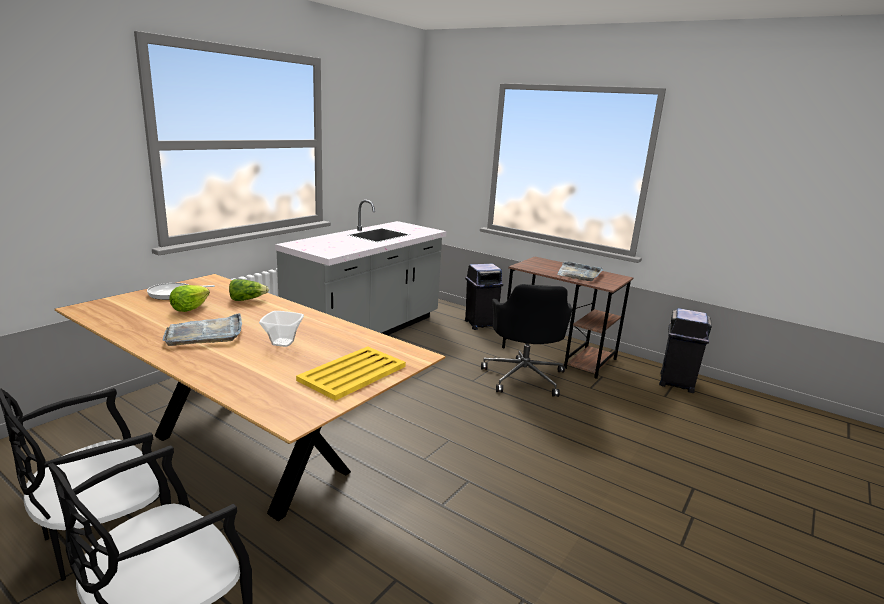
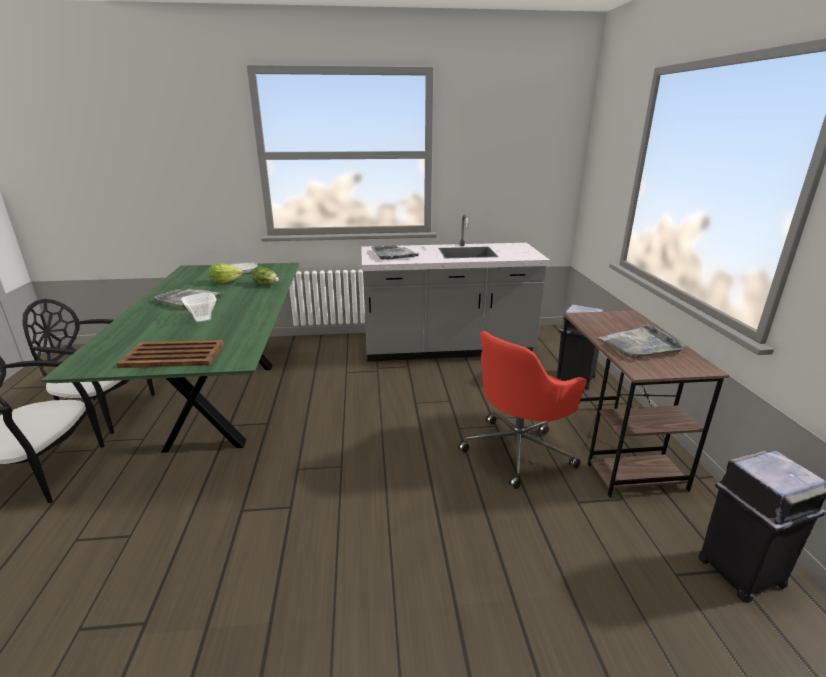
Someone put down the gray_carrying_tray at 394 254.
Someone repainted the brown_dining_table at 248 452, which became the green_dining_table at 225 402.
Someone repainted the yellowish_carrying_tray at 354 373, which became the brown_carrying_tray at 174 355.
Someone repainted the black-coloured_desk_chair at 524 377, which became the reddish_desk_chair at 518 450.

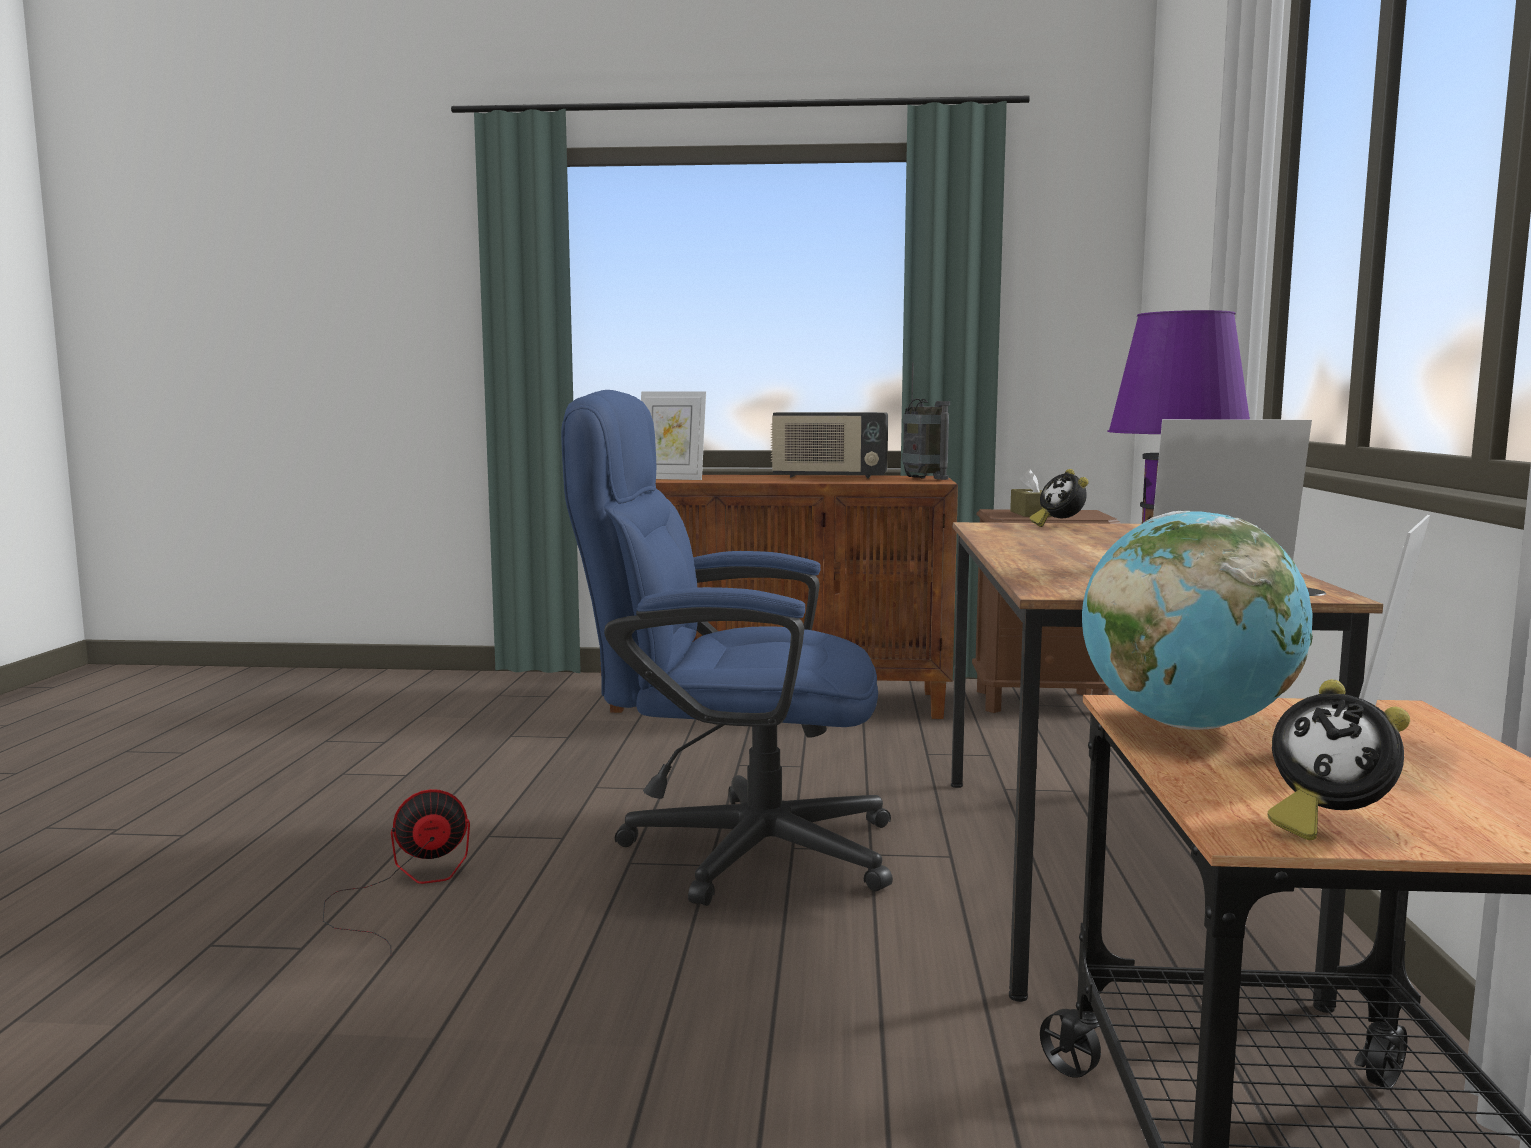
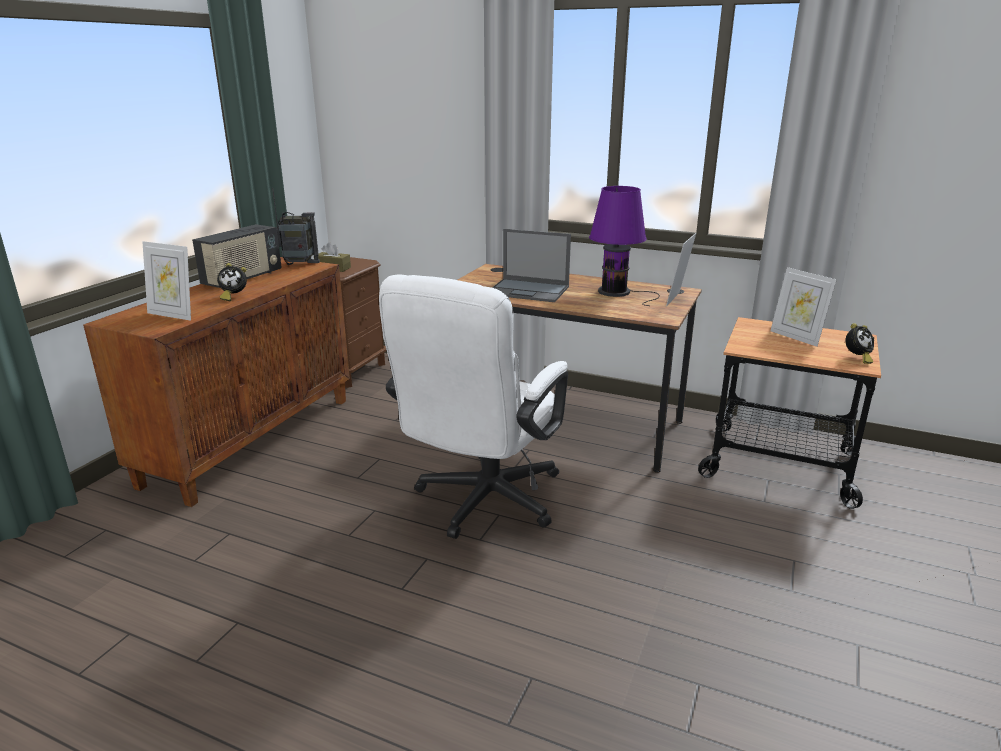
Someone took away the fan at 406 887.
Someone took away the world_globe at 1186 725.
Someone put down the laptop at 529 291.
Someone carried the table_clock from 1059 525 to 233 297.
Someone repainted the blue_desk_chair at 732 848, which became the white_desk_chair at 482 504.
Someone rotated the photo_frame at 671 478 by 75 degrees clockwise.

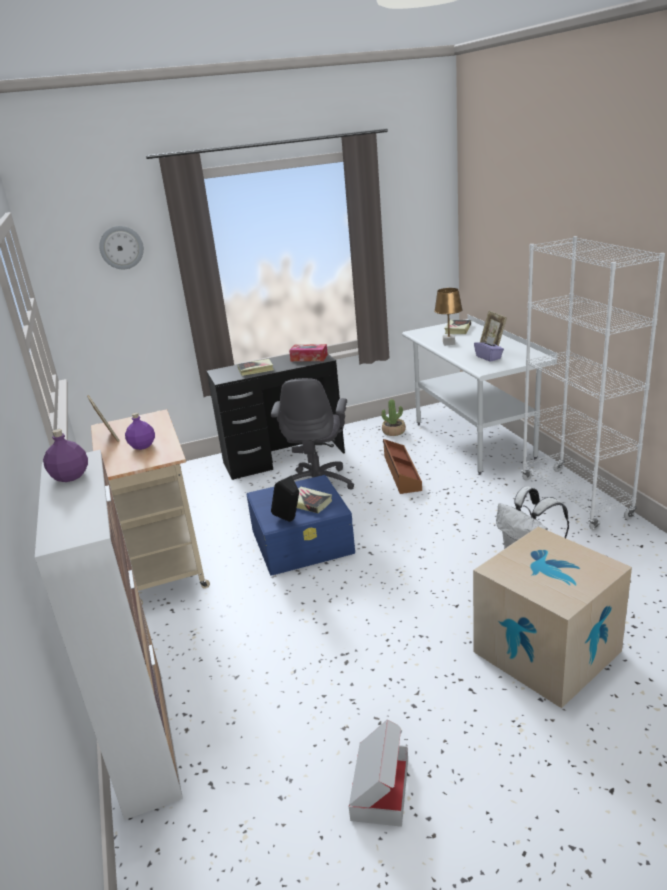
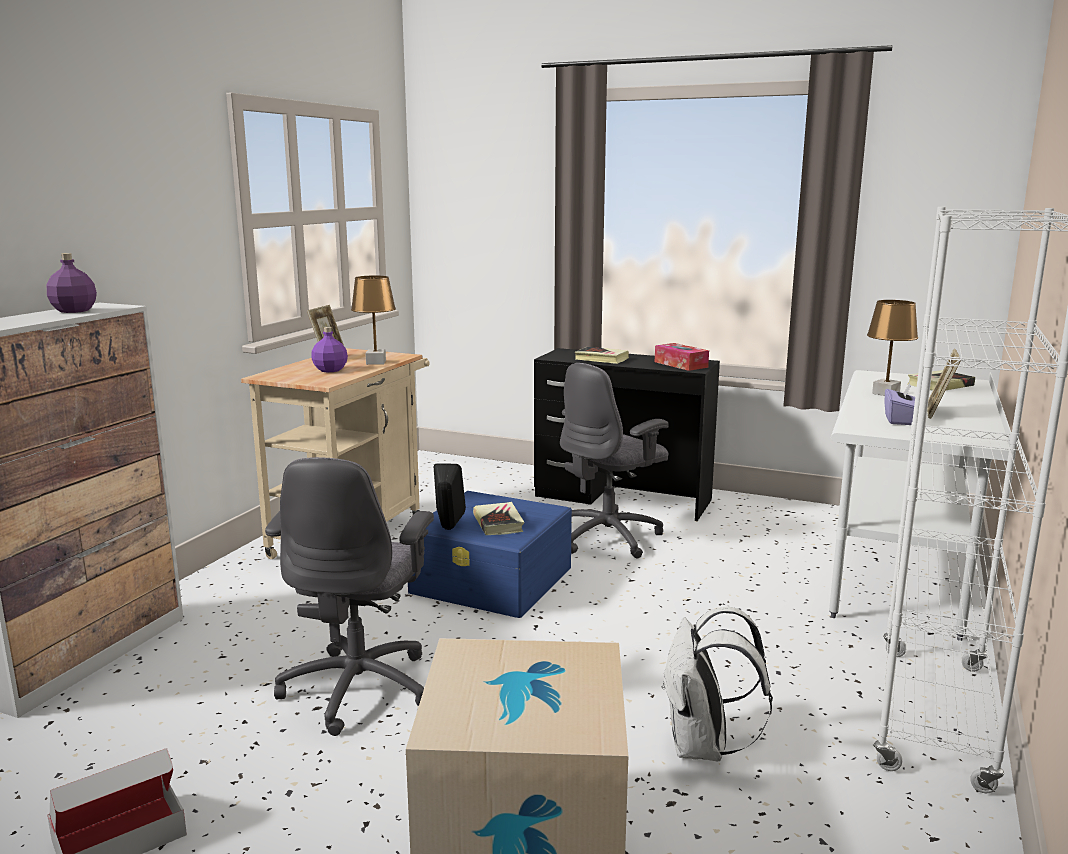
Someone took away the hanging_clock at 121 247.
Someone took away the houseplant at 394 432.
Someone took away the brown_storage_bin at 401 473.
Someone put down the gray_desk_chair at 360 687.
Someone put down the brown_tabletop_lamp at 376 362.

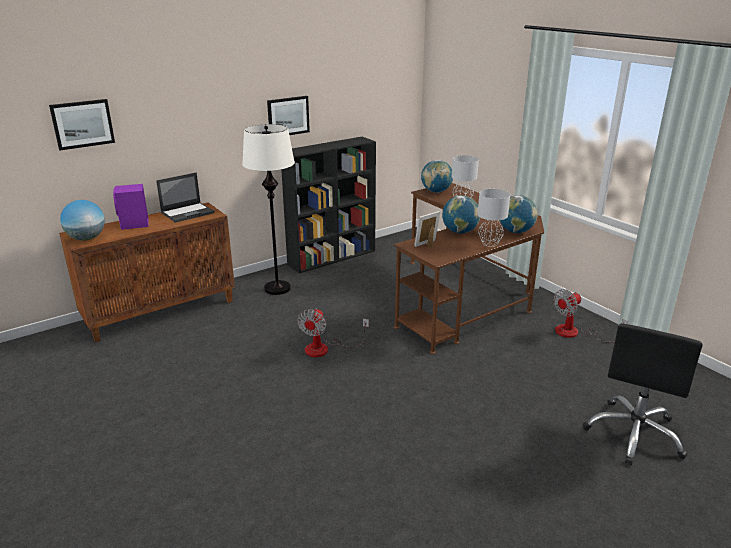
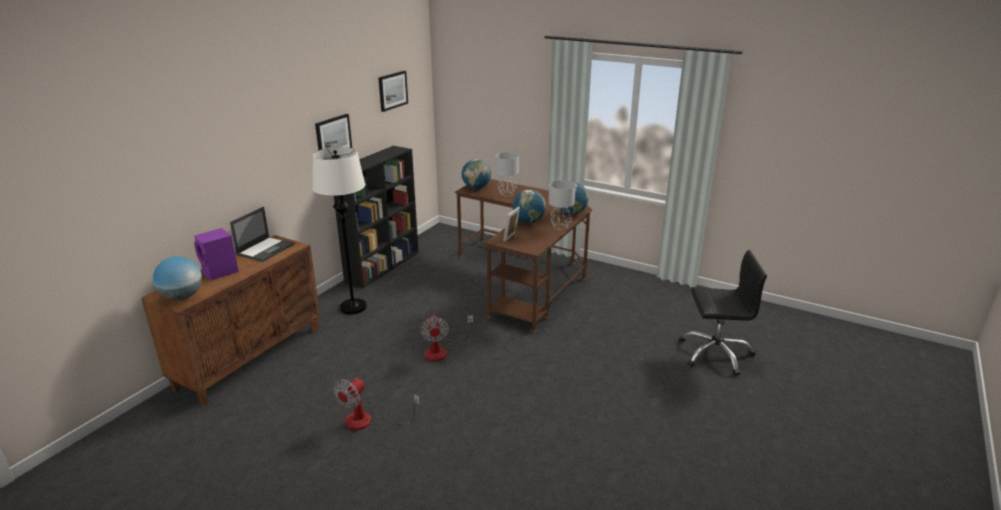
Someone carried the wall_picture from 82 124 to 392 90.
Someone carried the fan from 575 333 to 368 420.
Someone rotated the black-coloured_desk_chair at 634 434 by 90 degrees counterclockwise.

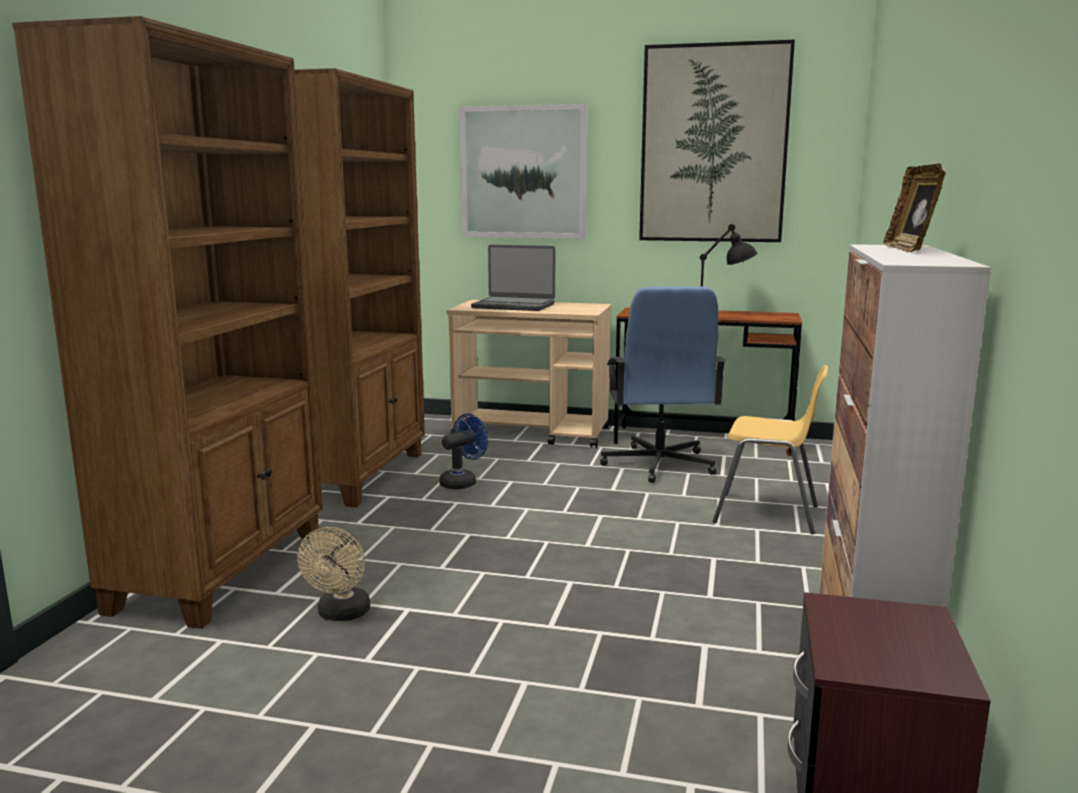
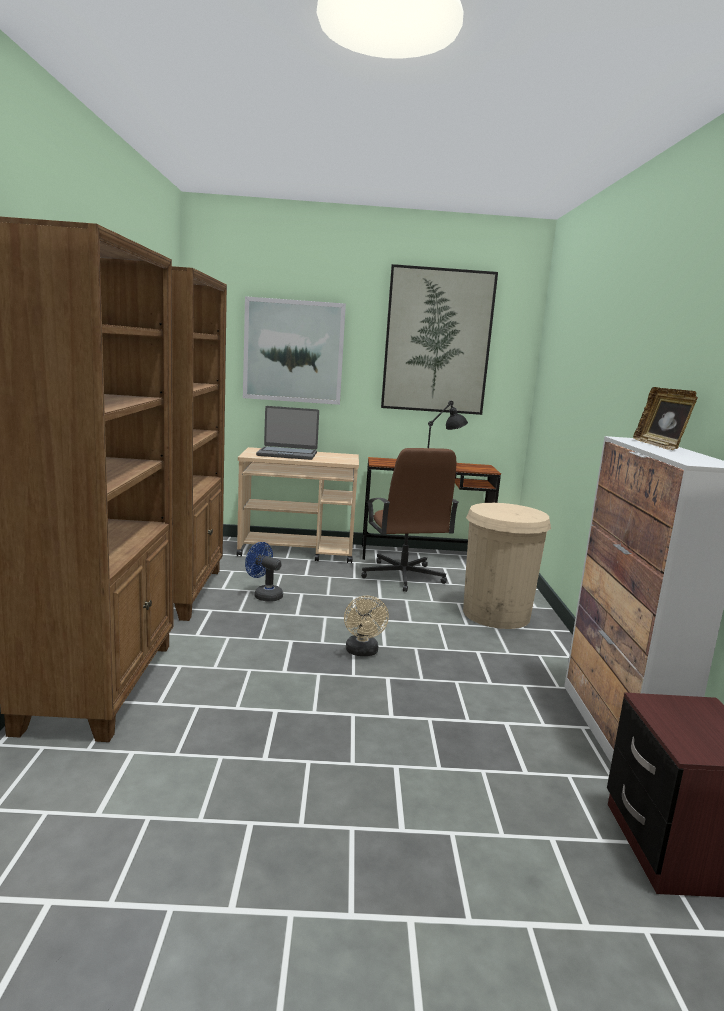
Someone carried the sand-coloured_fan from 341 614 to 362 652.
Someone swapped the yellowish_plain_chair at 767 514 for the sand-coloured_trash_can at 496 614.
Someone repainted the blue_desk_chair at 658 465, which became the brown_desk_chair at 403 576.
Someone rotated the blue_fan at 462 482 by 90 degrees counterclockwise.

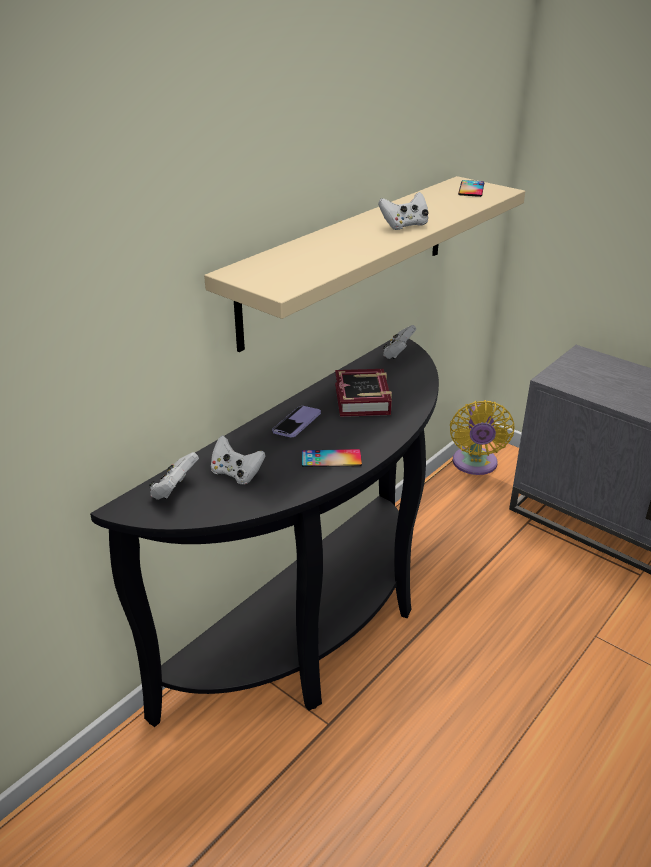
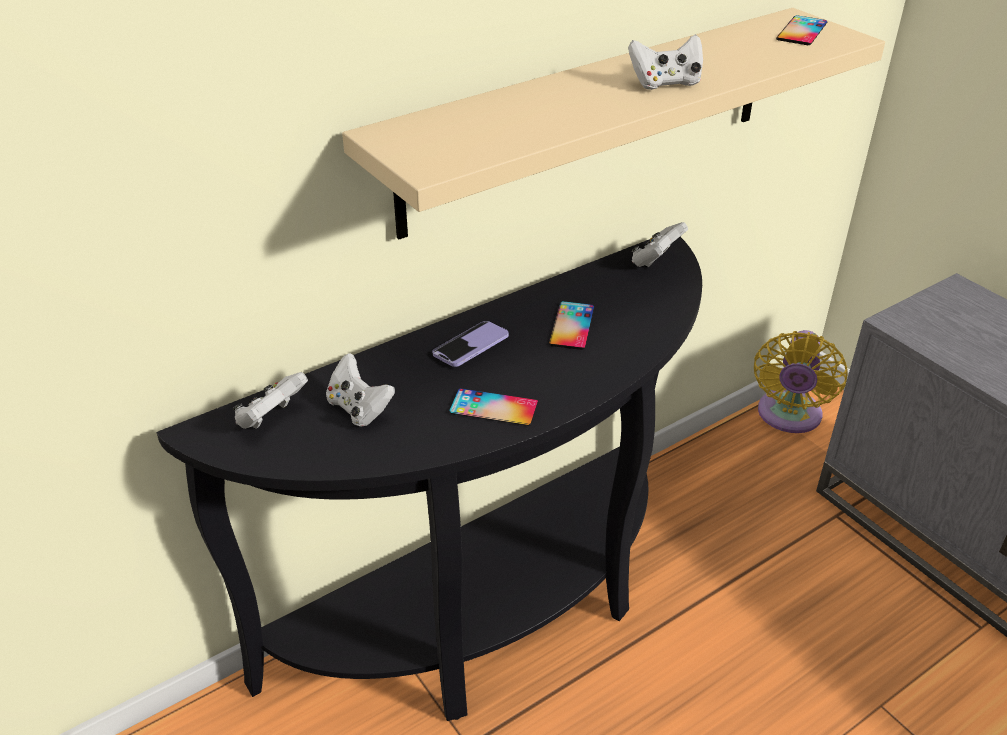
Someone swapped the book at 360 401 for the phone at 572 326.

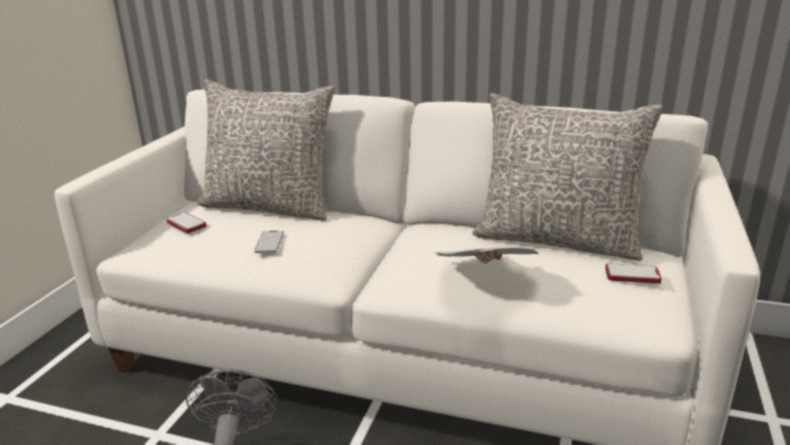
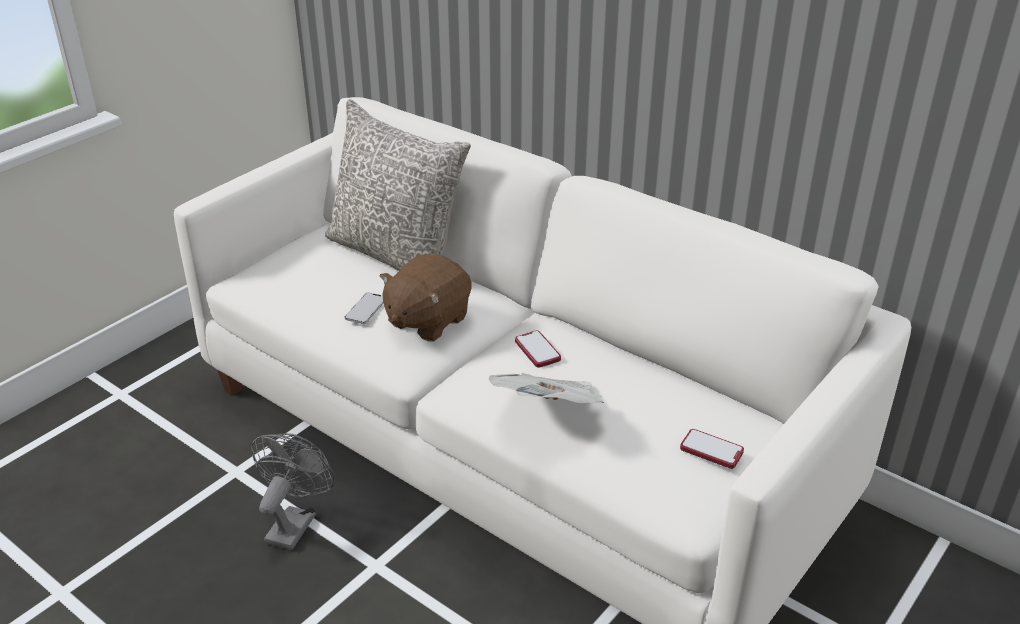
Someone took away the gray_pillow at 557 239.
Someone put down the brown_soft_toy at 427 320.
Someone carried the phone from 186 224 to 537 350.

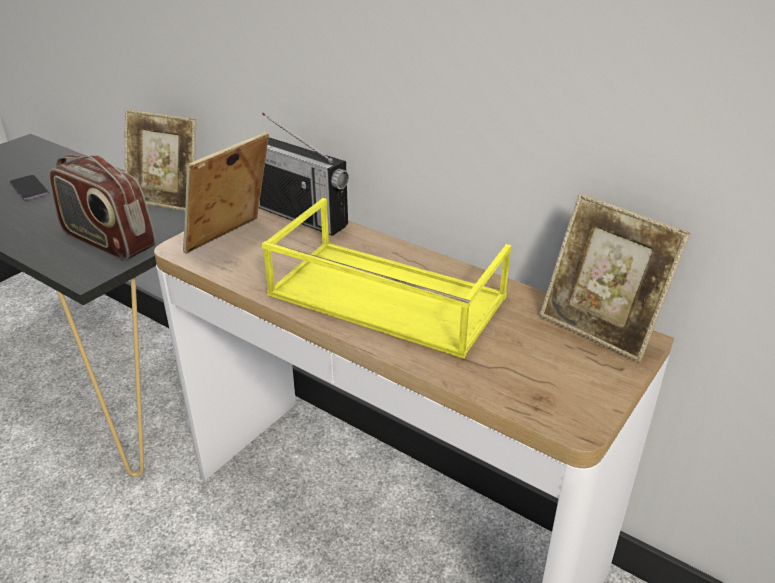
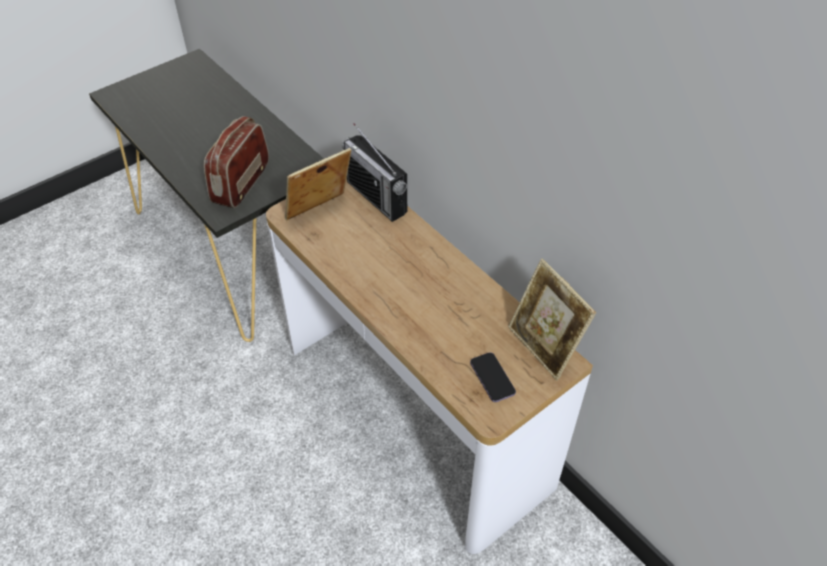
Someone took away the photo_frame at 167 200.
Someone took away the yellowish_carrying_tray at 383 297.
Someone carried the phone from 29 189 to 492 378.
Someone rotated the radio_set at 108 241 by 60 degrees clockwise.

